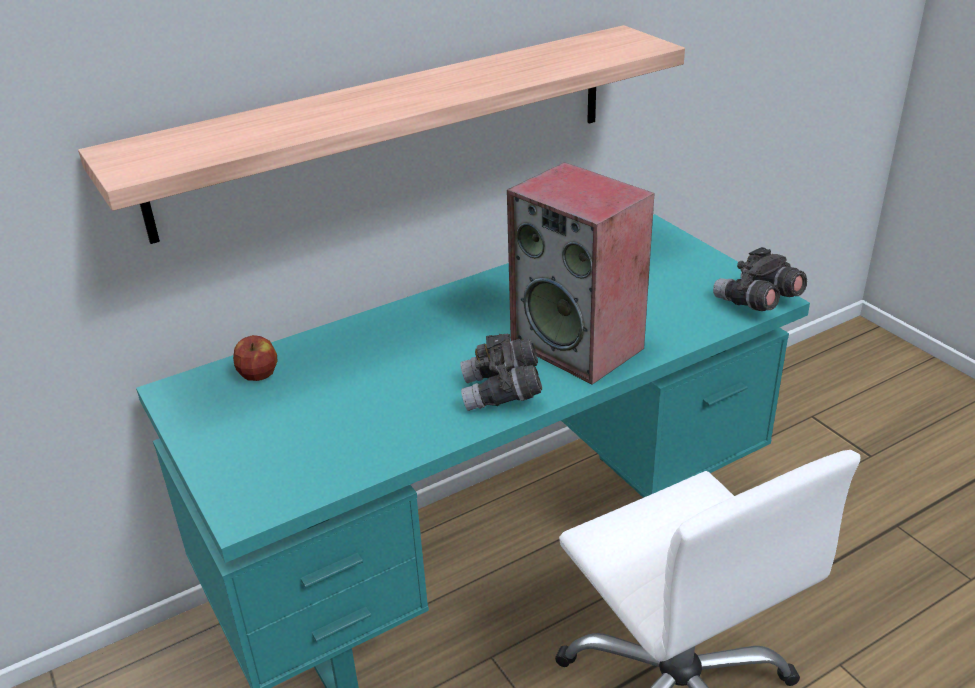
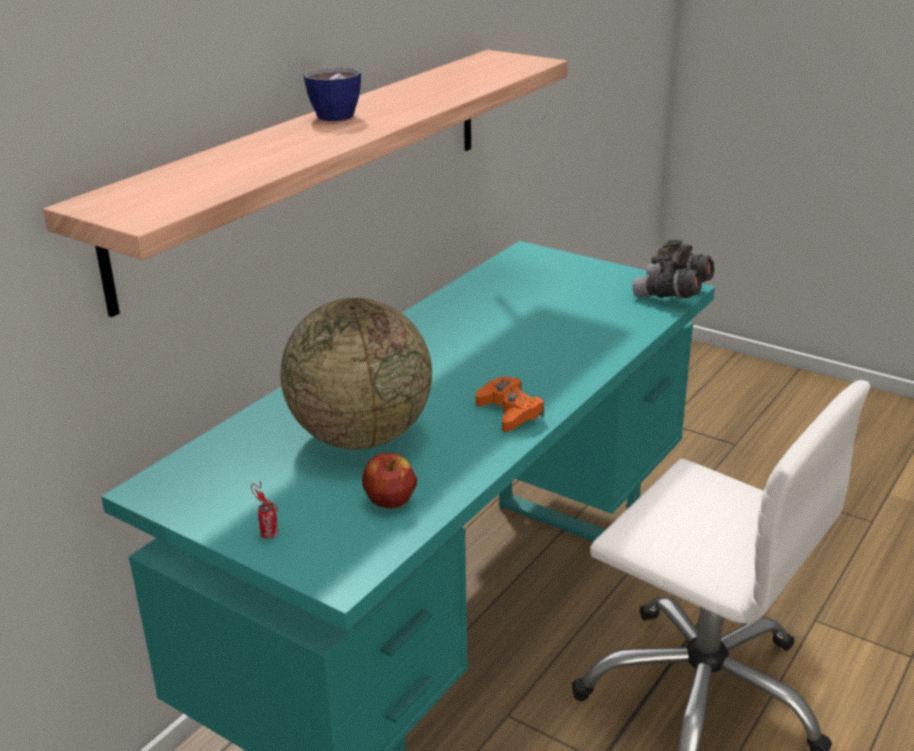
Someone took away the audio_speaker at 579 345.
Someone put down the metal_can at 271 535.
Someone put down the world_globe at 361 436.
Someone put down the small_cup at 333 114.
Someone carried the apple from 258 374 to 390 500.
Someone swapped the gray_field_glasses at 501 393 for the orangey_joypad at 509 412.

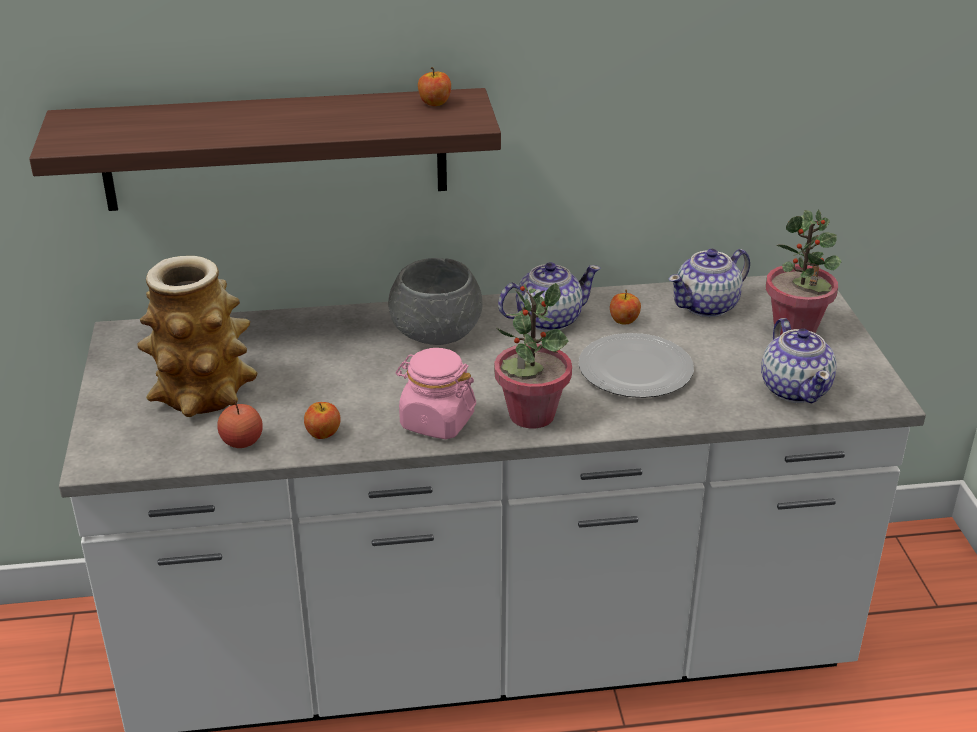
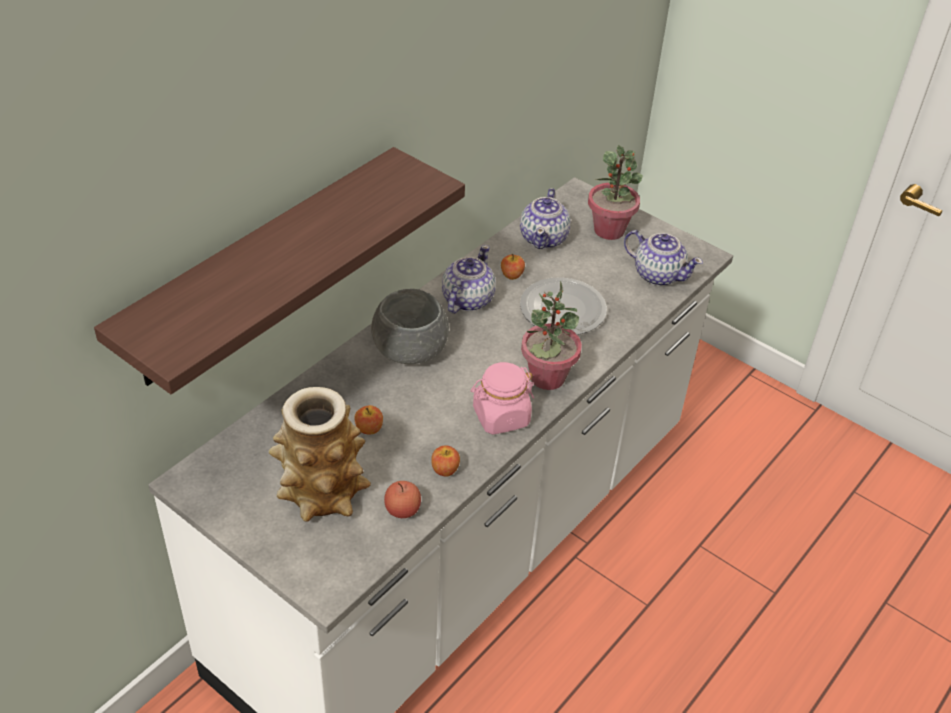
Someone carried the apple from 435 103 to 369 429.

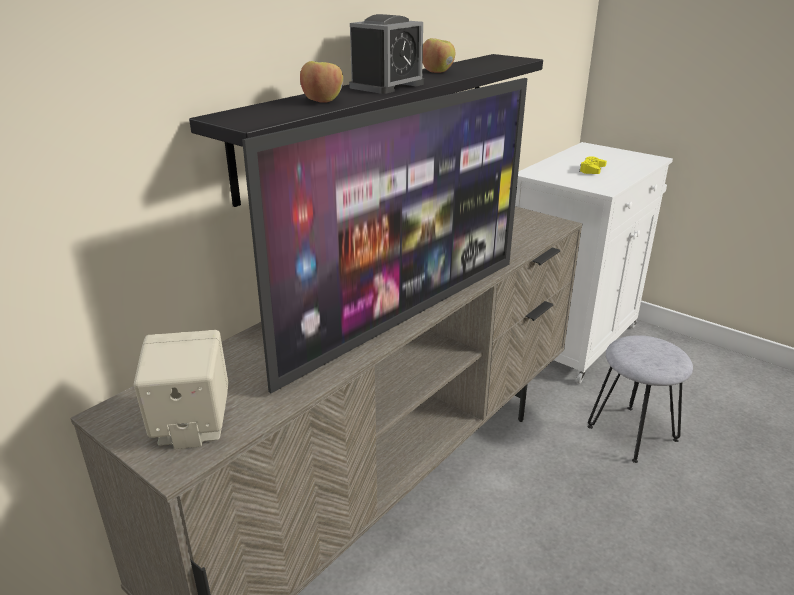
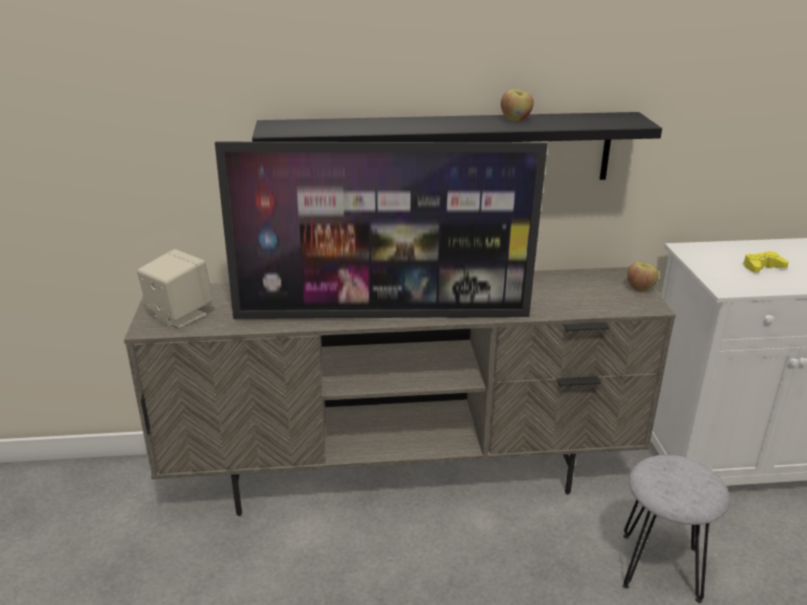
Someone took away the table_clock at 387 86.
Someone carried the apple from 323 100 to 640 288.

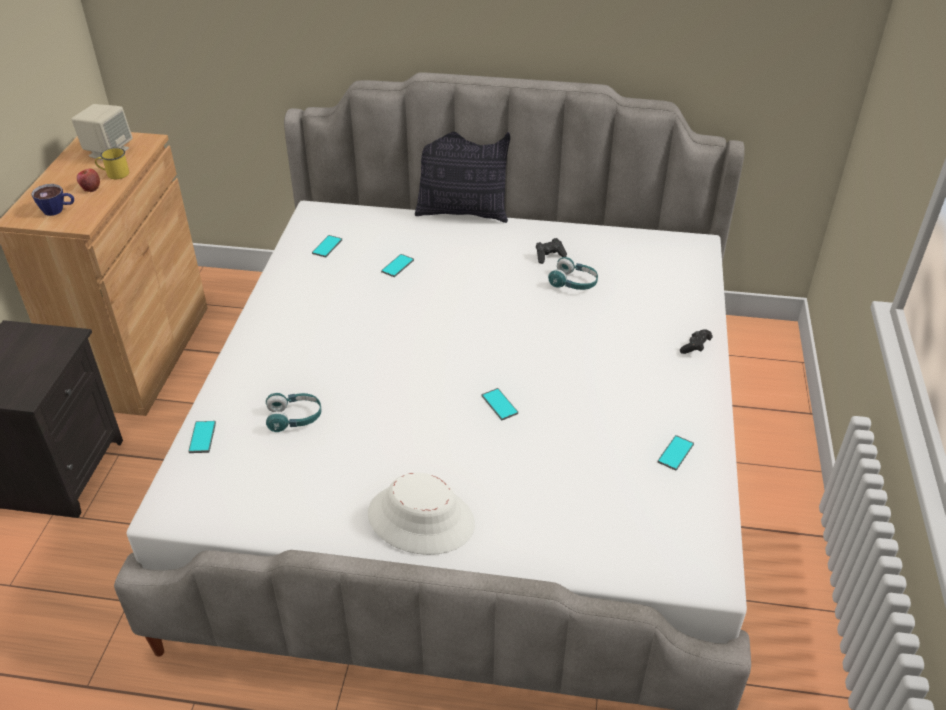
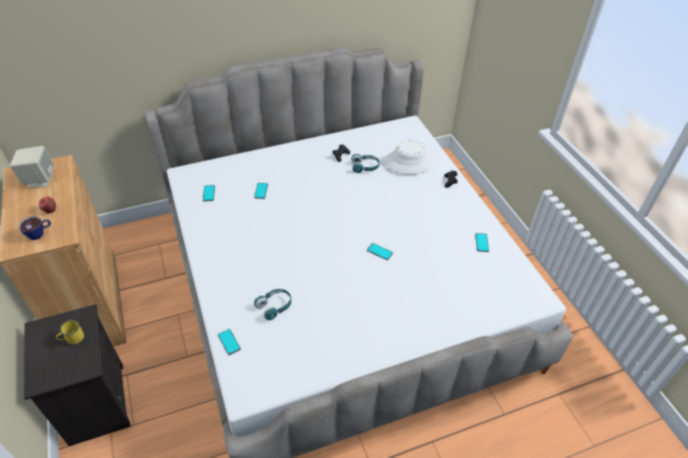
Someone took away the pillow at 463 212.
Someone carried the yellowish_mug from 114 174 to 72 338.
Someone carried the white_hat from 421 519 to 408 162.

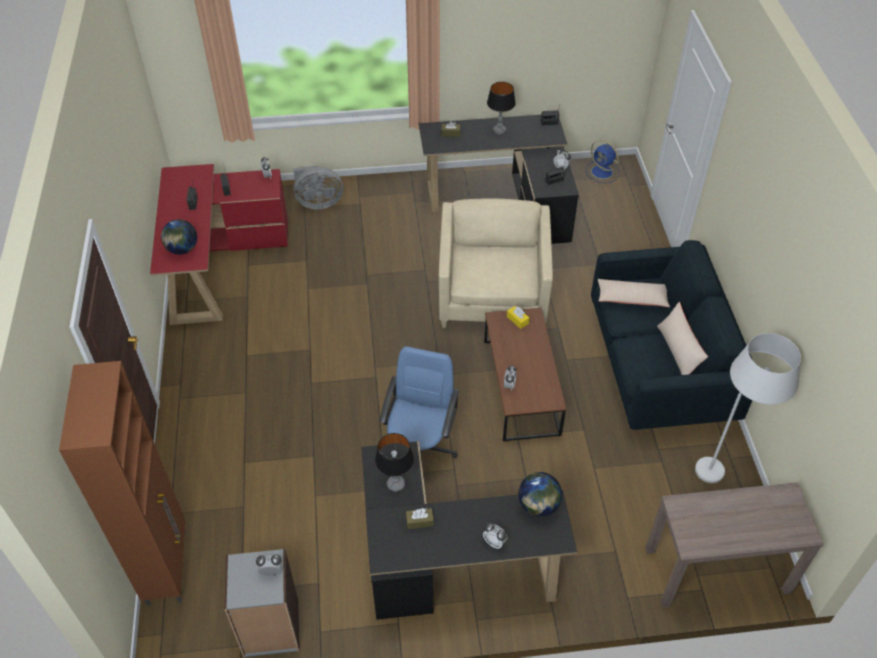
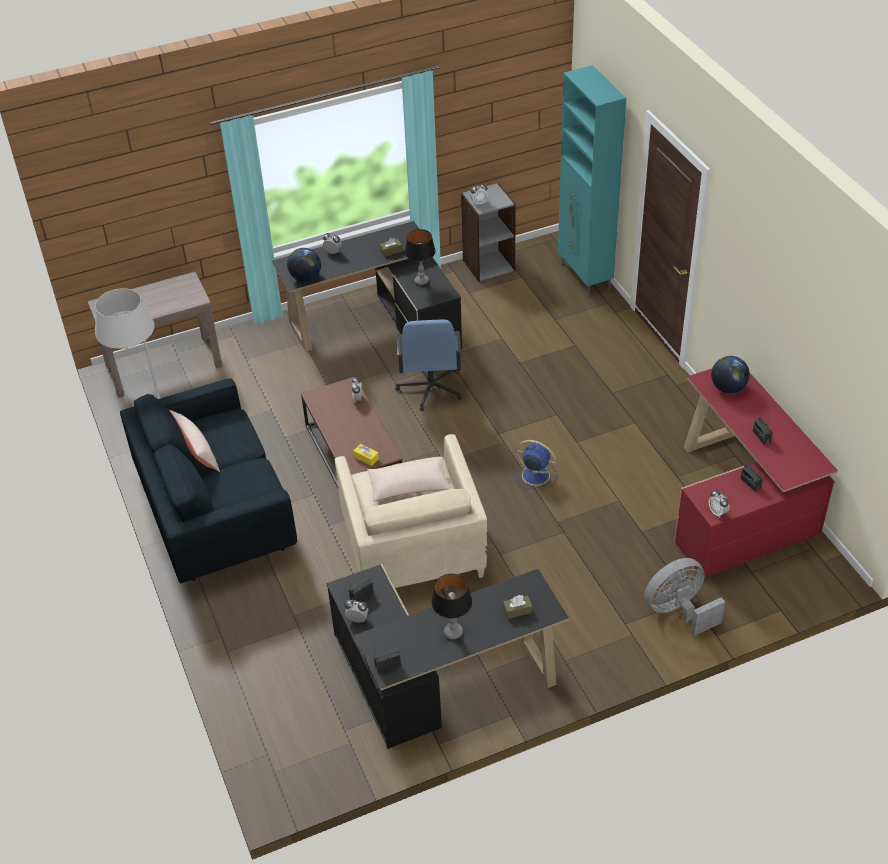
Someone carried the blue_fan from 603 172 to 534 475.
Someone carried the sand-coloured_pillow from 631 298 to 409 486.
Someone repainted the brown_cabinet at 168 567, which became the turquoise-coloured_cabinet at 584 276.

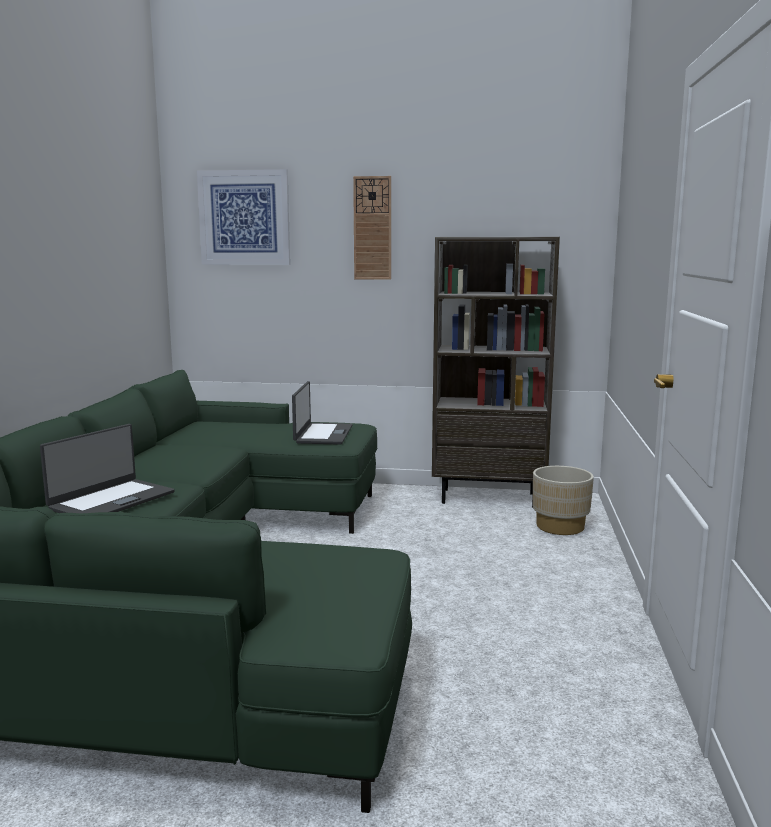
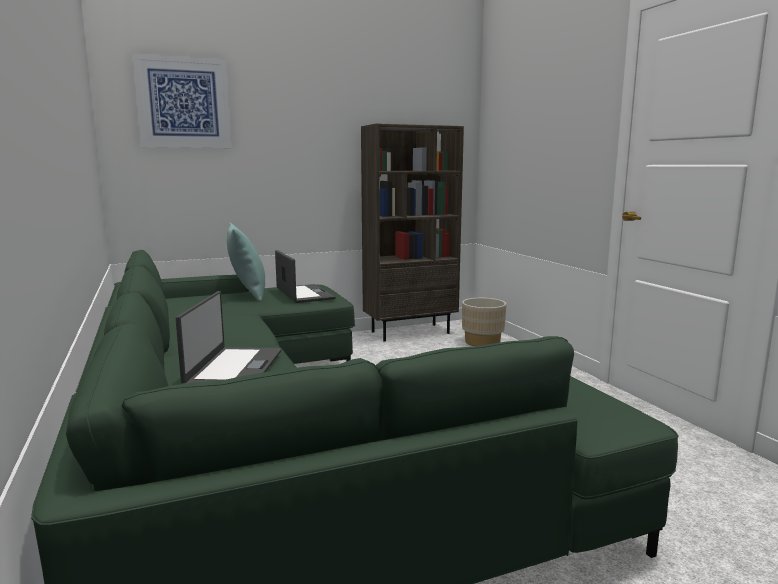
Someone took away the hanging_clock at 372 228.
Someone put down the turquoise-coloured_pillow at 248 294.

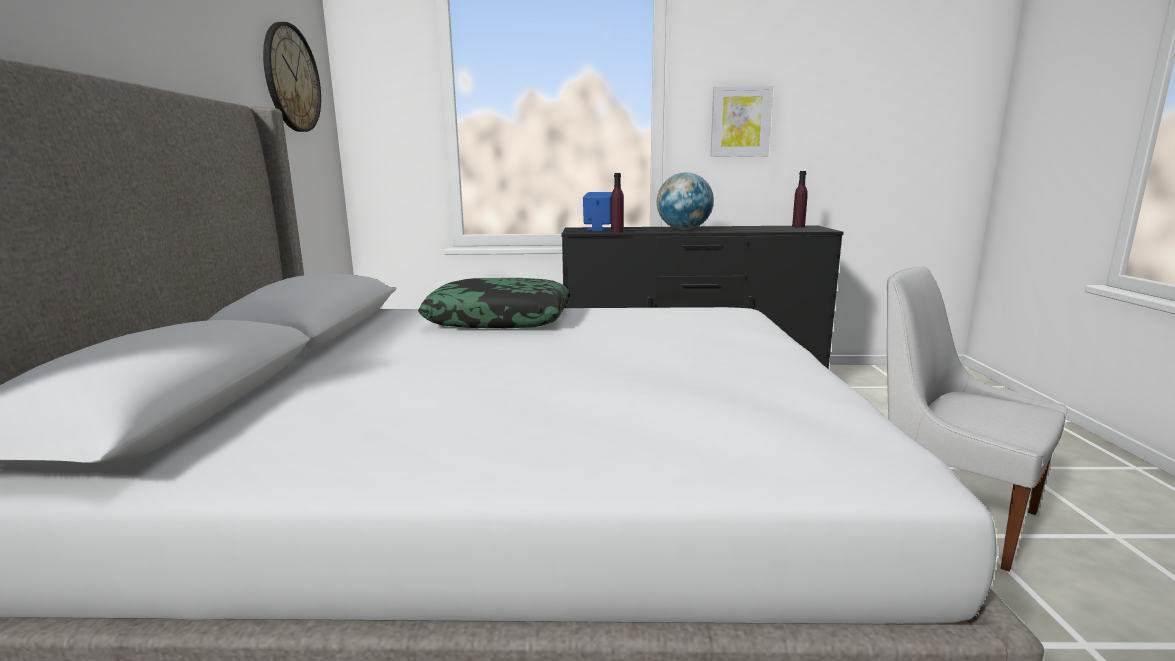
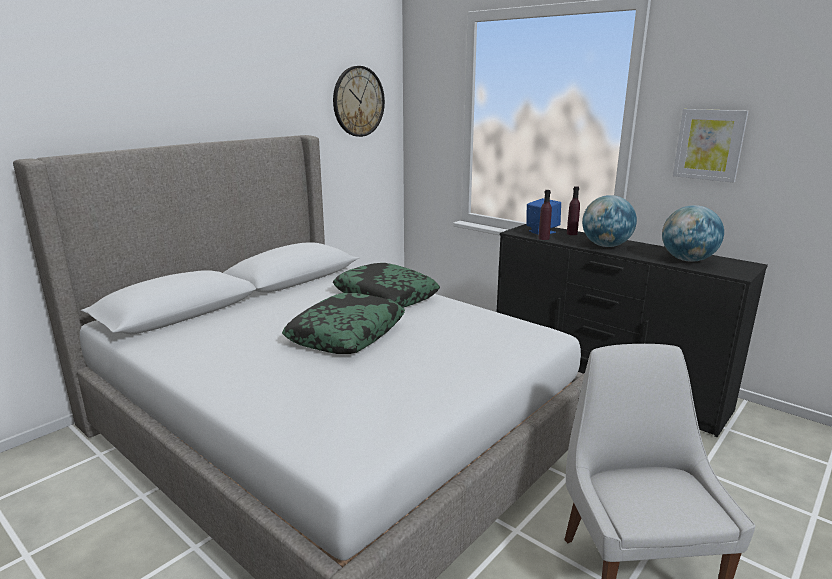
Someone put down the pillow at 346 334.
Someone put down the world_globe at 687 260.
Someone carried the purple_drink_bottle from 798 226 to 572 234.

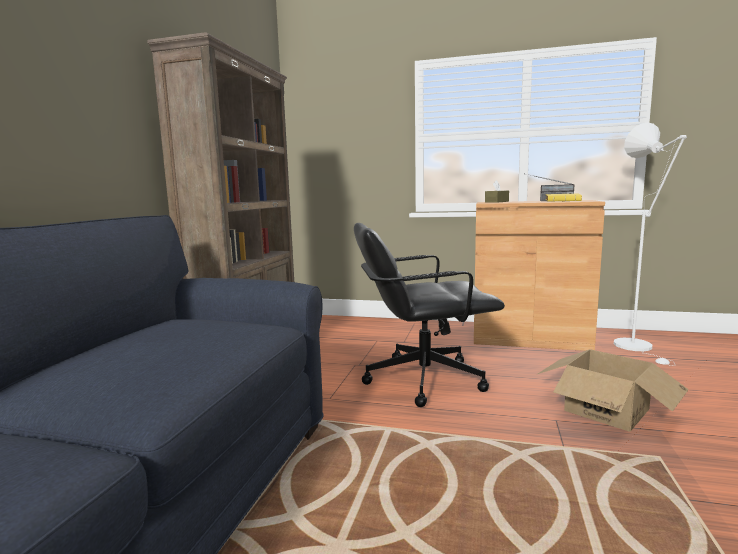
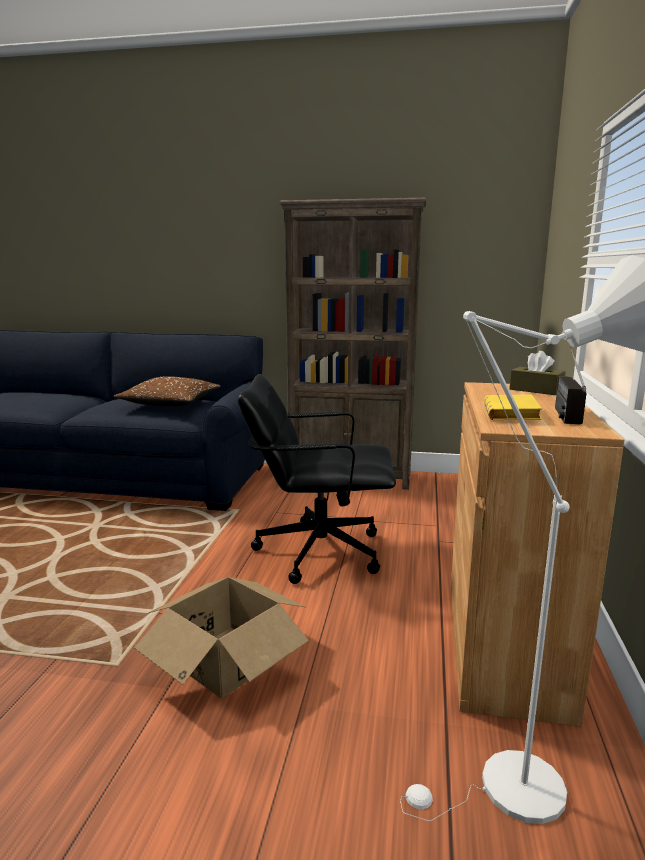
Someone put down the brown_pillow at 170 404.
Someone rotated the black-coloured_desk_chair at 422 379 by 75 degrees counterclockwise.

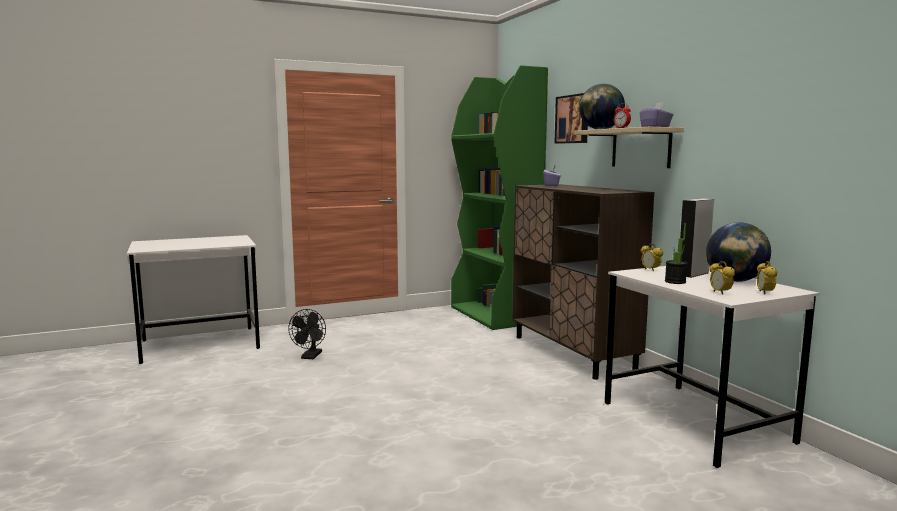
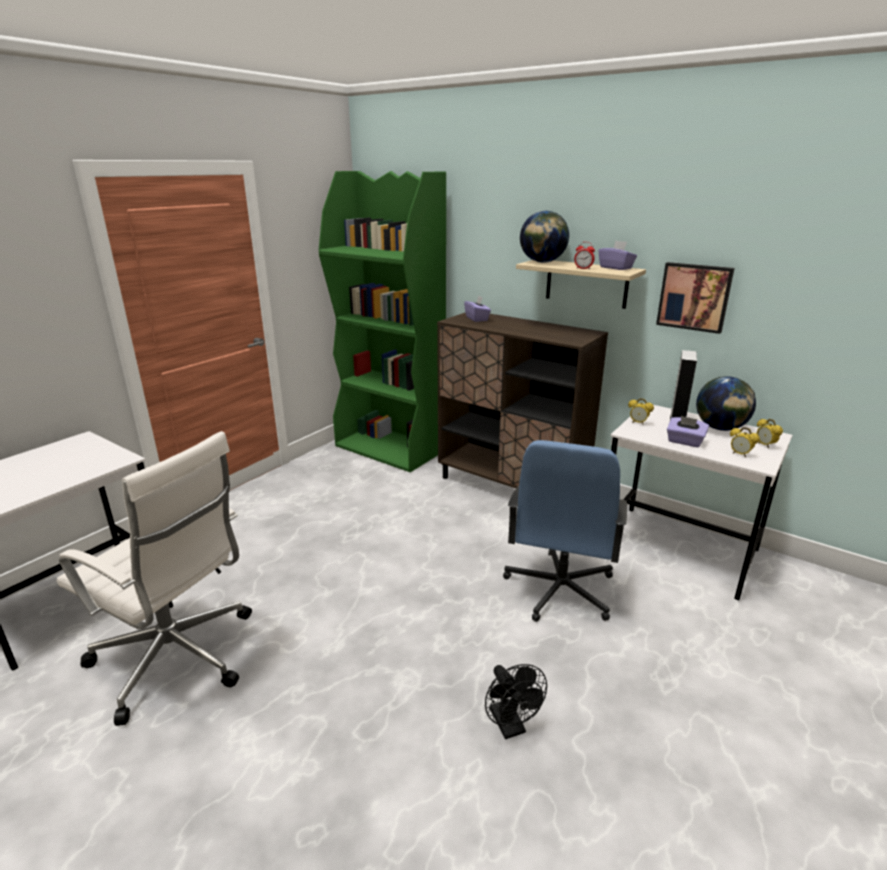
Someone put down the white_desk_chair at 177 658.
Someone put down the blue_desk_chair at 559 589.
Someone carried the black-coloured_fan from 310 357 to 510 726.
Someone carried the wall_picture from 573 119 to 694 296.
Someone swapped the houseplant at 675 282 for the purple_box_of_tissues at 685 442.

